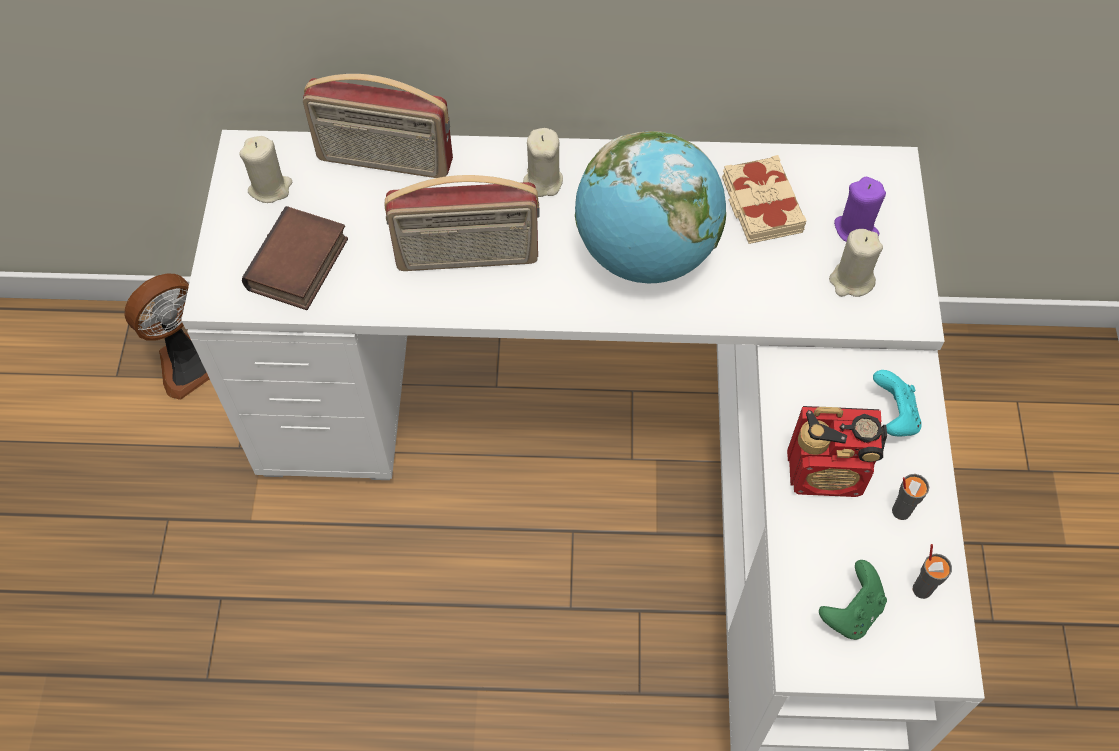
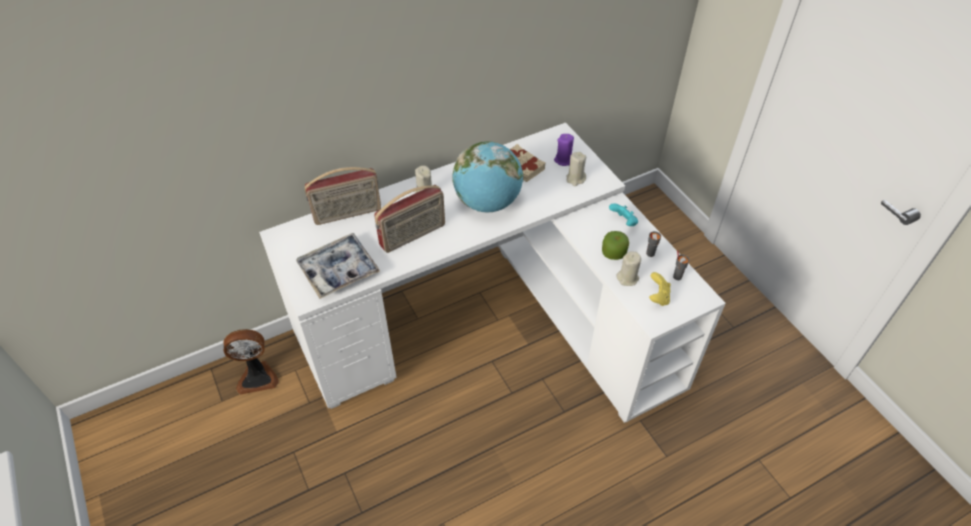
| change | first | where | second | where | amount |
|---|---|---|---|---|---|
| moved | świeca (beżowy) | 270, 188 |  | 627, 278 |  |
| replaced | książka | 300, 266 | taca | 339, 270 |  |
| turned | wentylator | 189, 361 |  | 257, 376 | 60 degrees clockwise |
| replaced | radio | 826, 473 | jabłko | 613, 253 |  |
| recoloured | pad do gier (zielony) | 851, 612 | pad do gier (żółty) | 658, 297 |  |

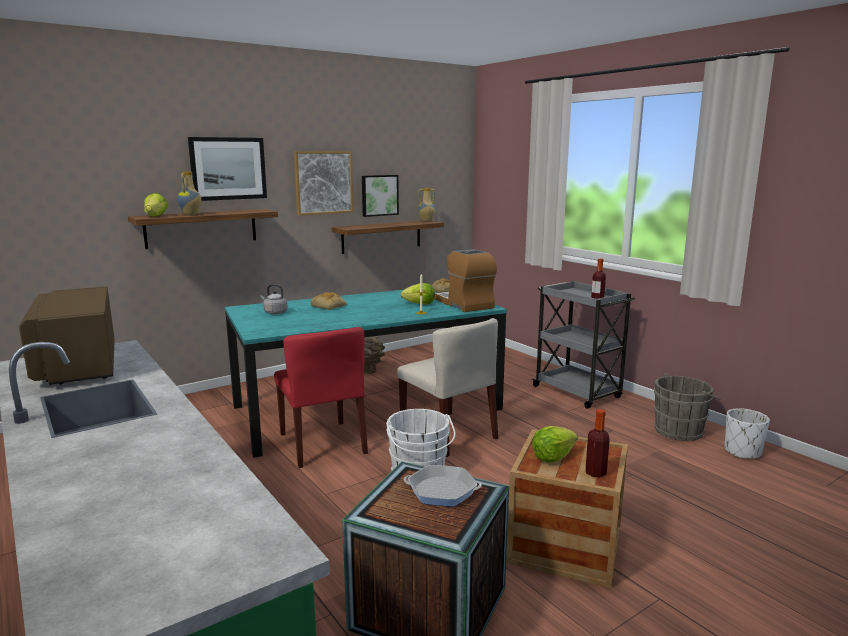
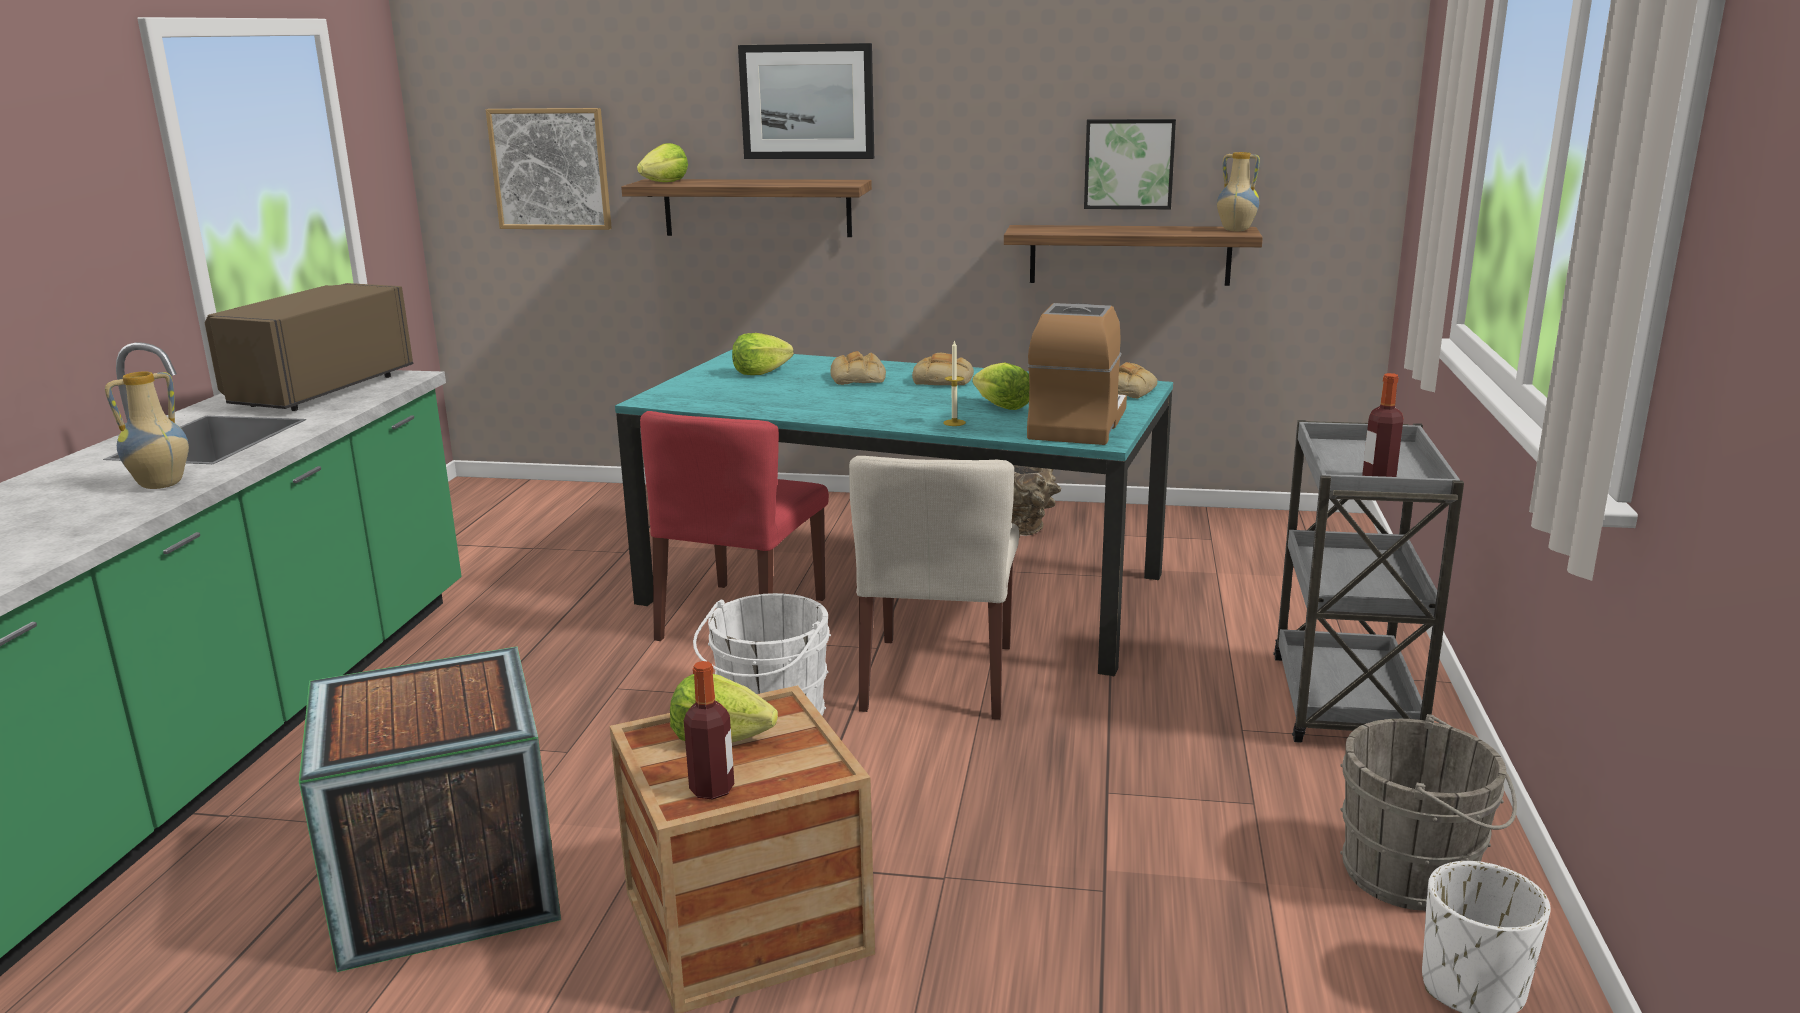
| change | first | where | second | where | amount |
|---|---|---|---|---|---|
| moved | obraz | 323, 182 |  | 550, 169 |  |
| moved | wazon | 191, 214 |  | 161, 485 |  |
| replaced | czajnik (szary) | 274, 312 | sałata | 760, 372 |  |
| removed | patelnia | 442, 491 |  |  |  |
| added |  |  | chleb | 944, 380 |  |

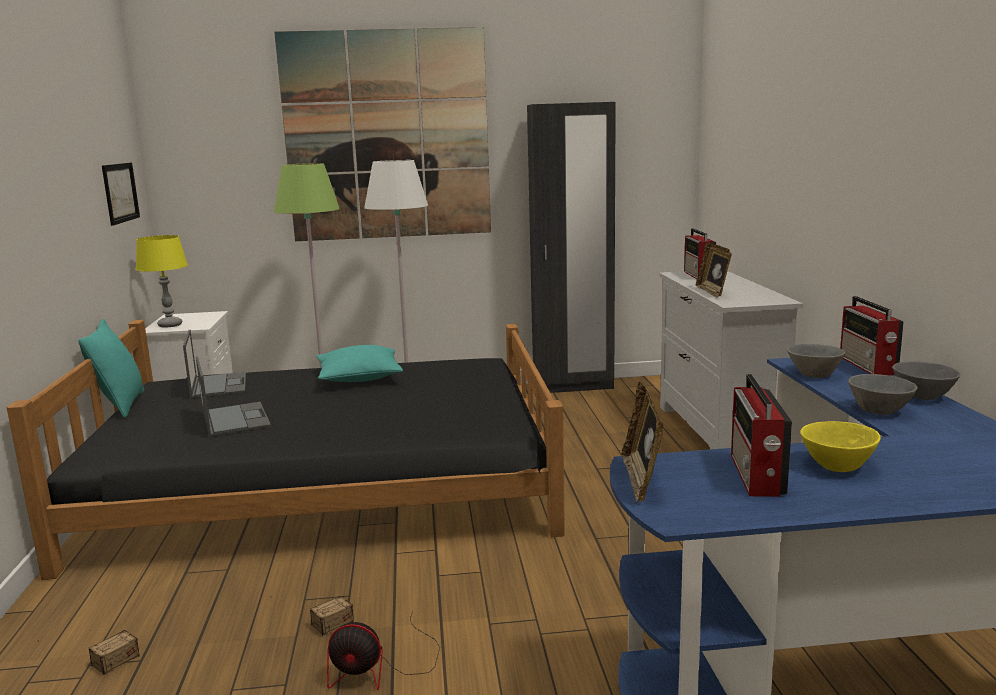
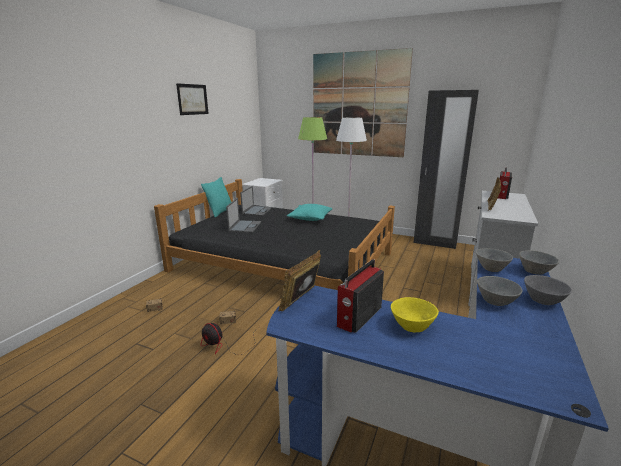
| change | first | where | second | where | amount |
|---|---|---|---|---|---|
| moved | obraz | 120, 192 |  | 192, 99 |  |
| removed | lampa stołowa (żółty) | 170, 325 |  |  |  |
| replaced | radio | 868, 366 | miska (szary) | 536, 272 |  |

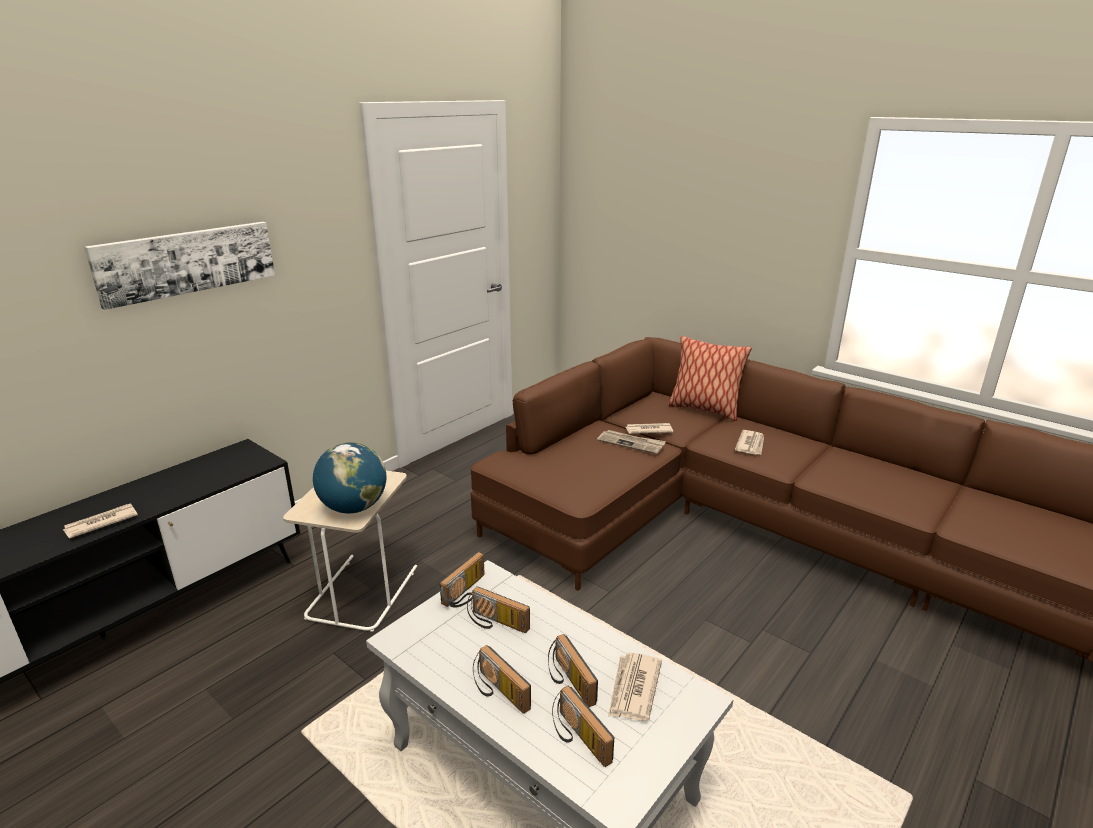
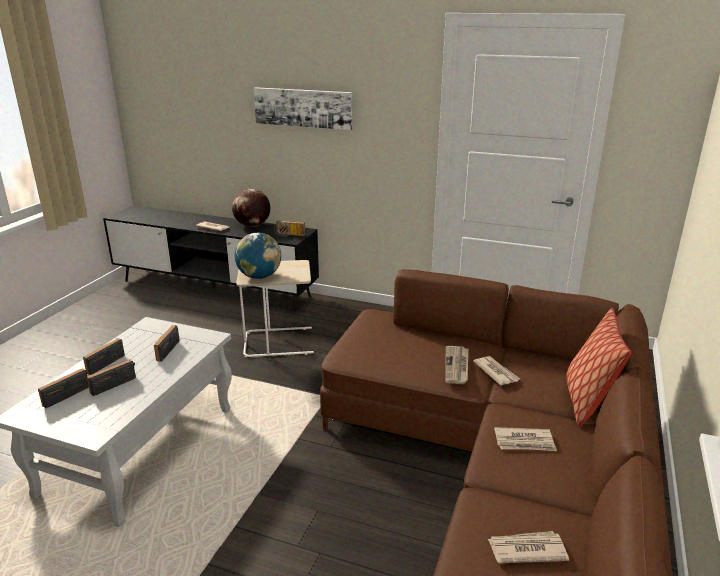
| change | first | where | second | where | amount |
|---|---|---|---|---|---|
| moved | radio | 466, 592 |  | 289, 235 |  |
| moved | gazeta | 633, 689 |  | 526, 549 |  |
| added |  |  | globus | 252, 226 |  |

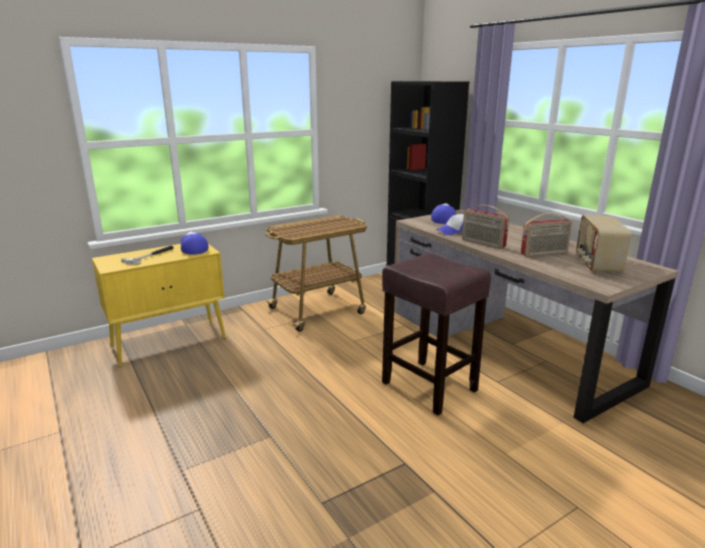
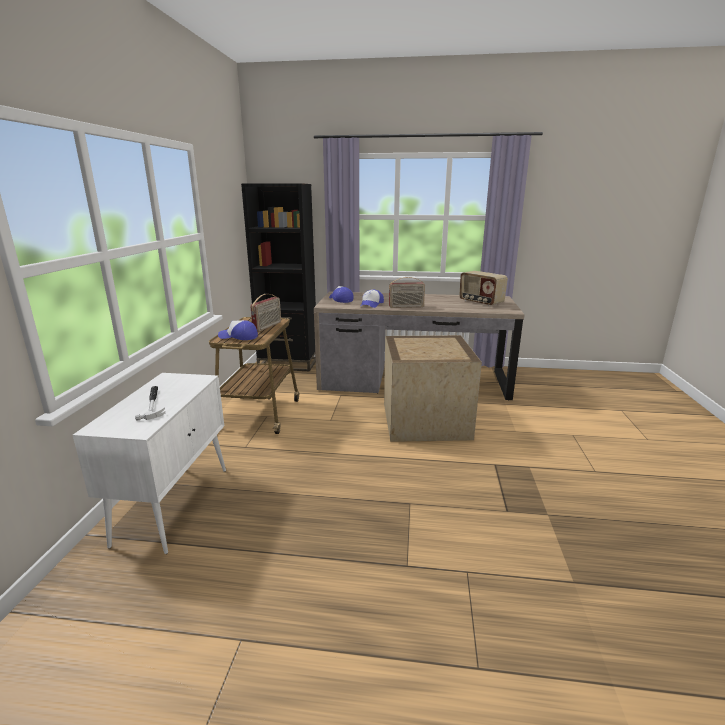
| change | first | where | second | where | amount |
|---|---|---|---|---|---|
| moved | radio | 544, 254 |  | 267, 326 |  |
| moved | czapka z daszkiem | 193, 249 |  | 238, 337 |  |
| recoloured | szafka (żółty) | 170, 342 | szafka (biały) | 174, 504 |  |
| replaced | stołek (brązowy) | 427, 386 | skrzynka | 424, 421 |  |

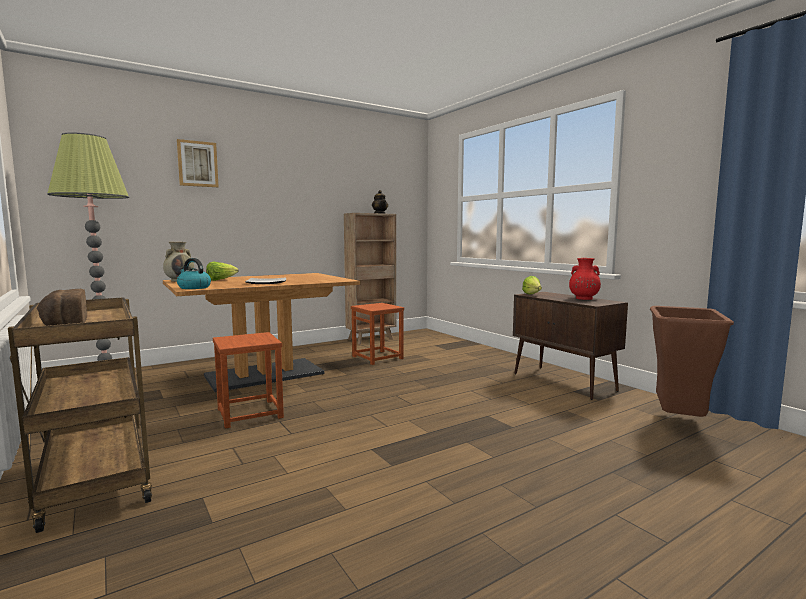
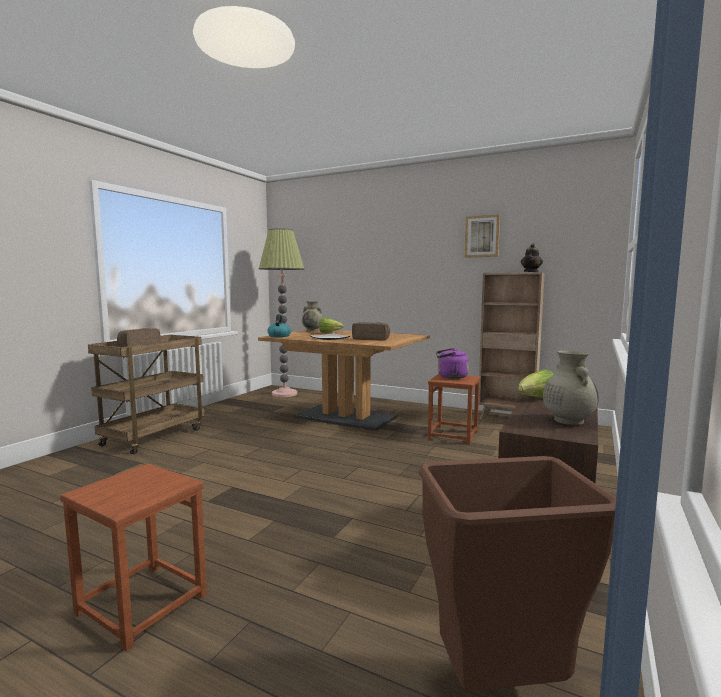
| change | first | where | second | where | amount |
|---|---|---|---|---|---|
| moved | obraz | 197, 164 |  | 482, 236 |  |
| recoloured | wazon (czerwony) | 583, 298 | wazon (beżowy) | 568, 420 |  |
| moved | stołek (brązowy) | 249, 413 |  | 141, 604 |  |
| added |  |  | chleb | 371, 339 |  |
| added |  |  | czajnik (fioletowy) | 450, 377 |  |

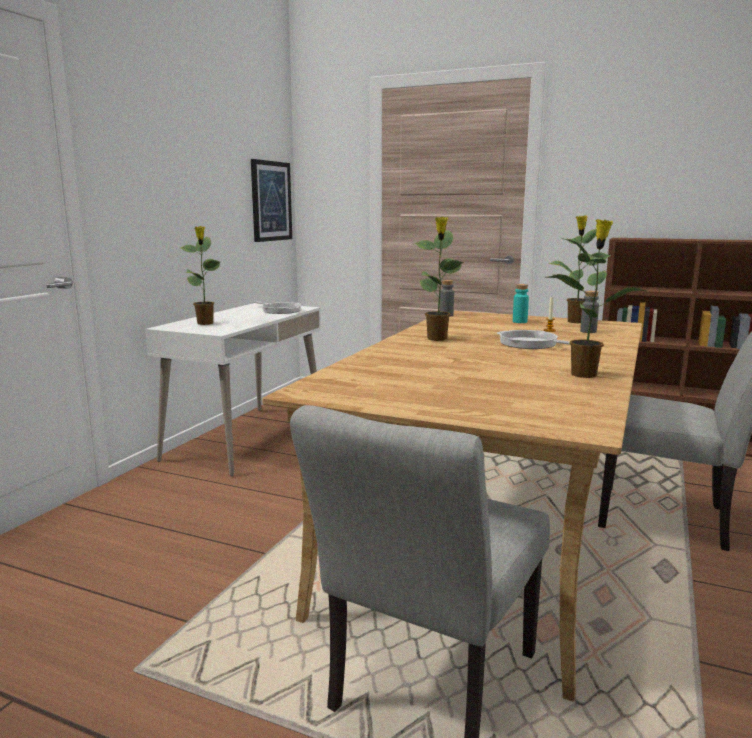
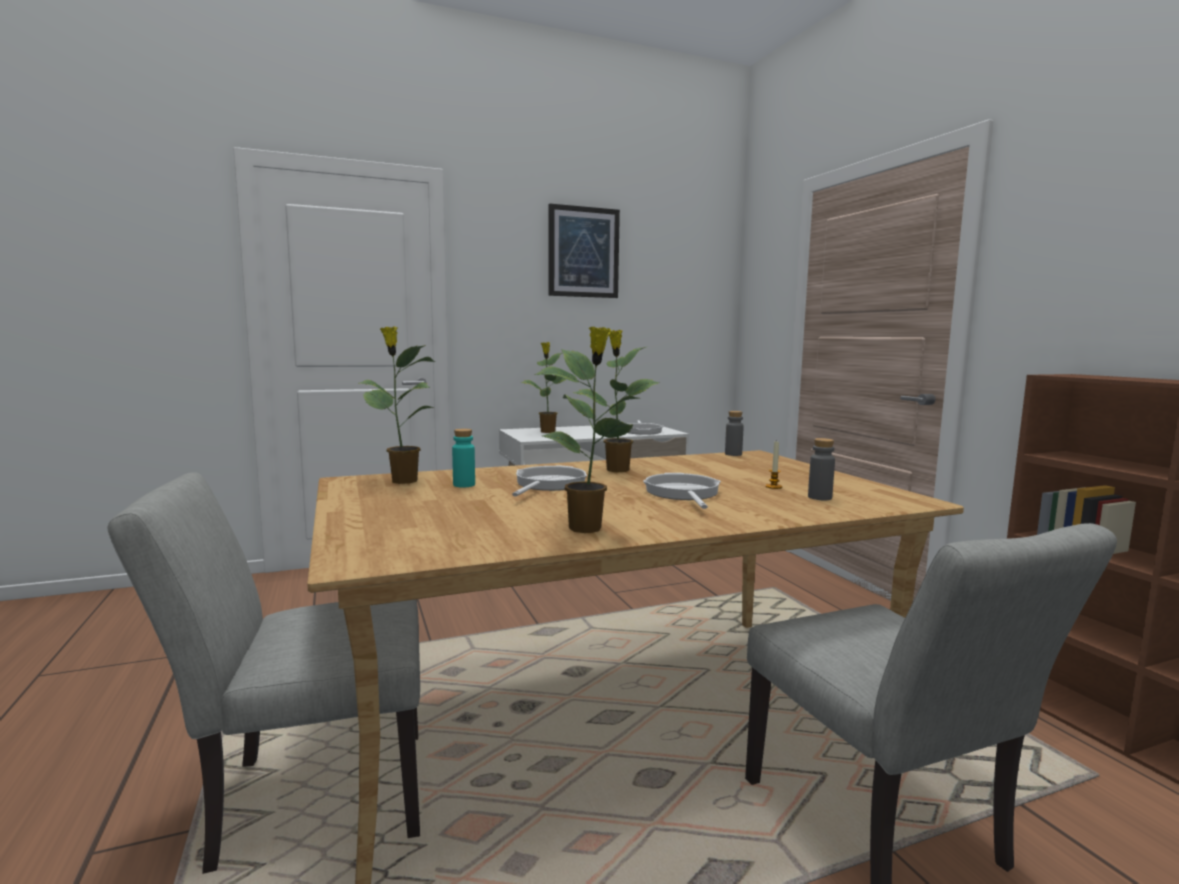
| change | first | where | second | where | amount |
|---|---|---|---|---|---|
| moved | obraz | 271, 201 |  | 583, 252 |  |
| moved | roślina doniczkowa | 575, 322 |  | 402, 481 |  |
| moved | butelka (turkusowy) | 519, 322 |  | 464, 485 |  |
| added |  |  | patelnia | 548, 484 |  |

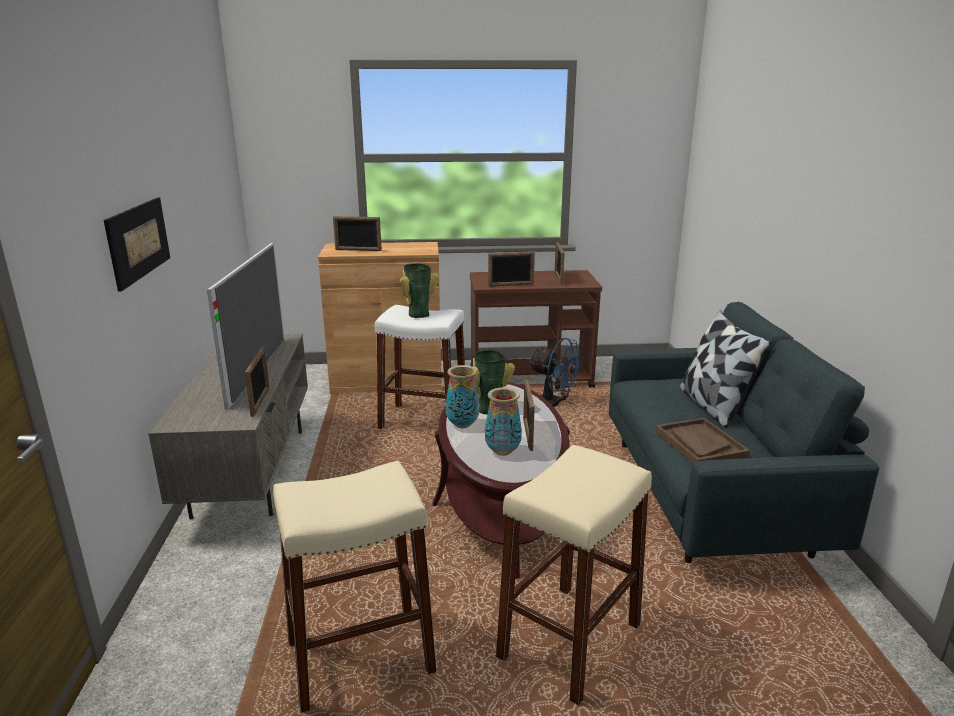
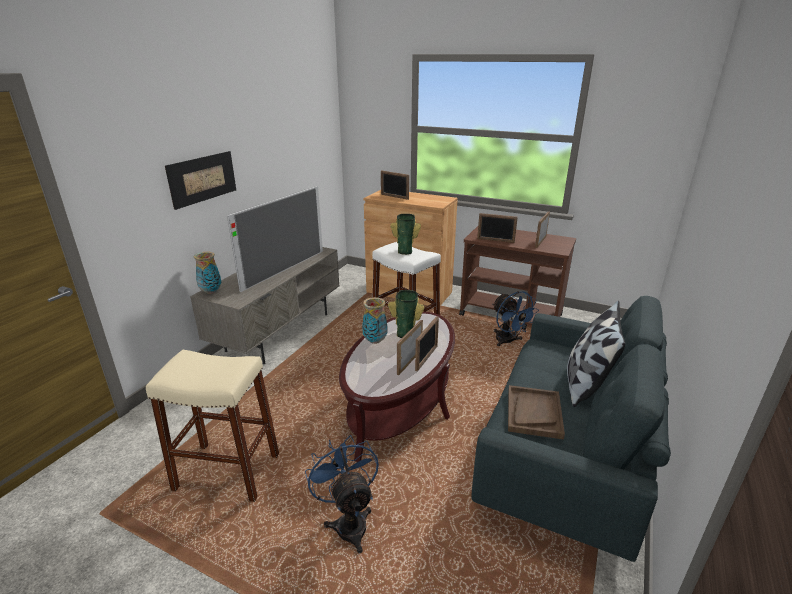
| change | first | where | second | where | amount |
|---|---|---|---|---|---|
| moved | ramka na zdjęcie | 260, 402 |  | 426, 358 |  |
| moved | wazon | 503, 452 |  | 211, 292 |  |
| replaced | stołek (beżowy) | 569, 641 | wentylator (niebieski) | 349, 522 |  |

